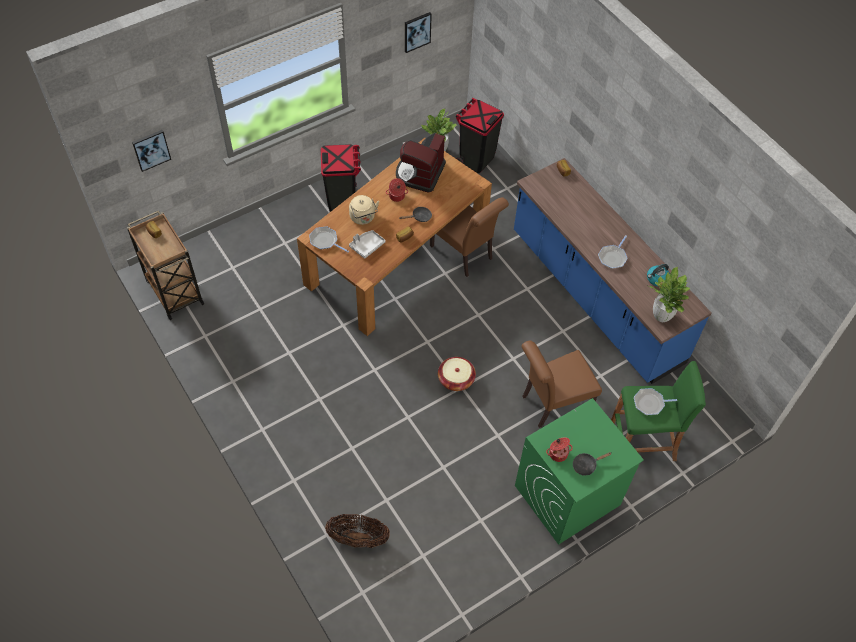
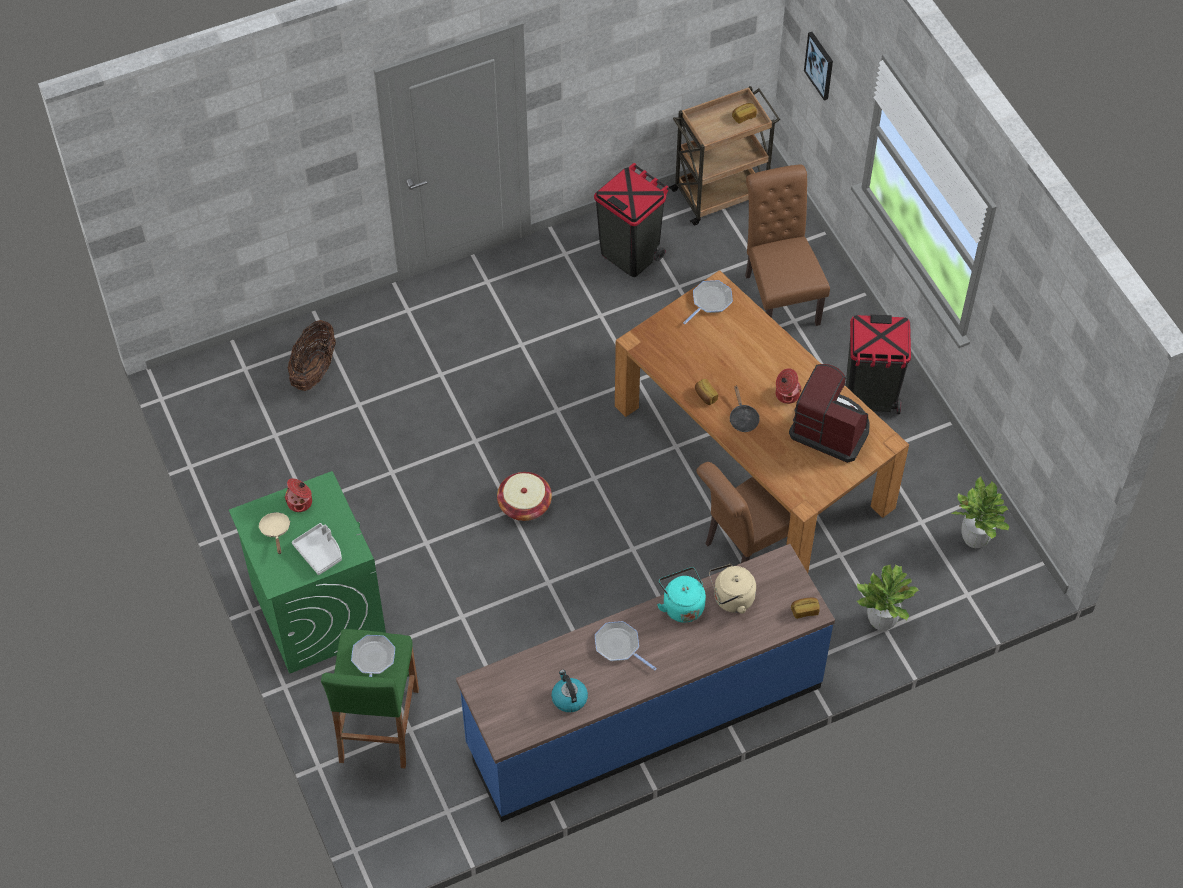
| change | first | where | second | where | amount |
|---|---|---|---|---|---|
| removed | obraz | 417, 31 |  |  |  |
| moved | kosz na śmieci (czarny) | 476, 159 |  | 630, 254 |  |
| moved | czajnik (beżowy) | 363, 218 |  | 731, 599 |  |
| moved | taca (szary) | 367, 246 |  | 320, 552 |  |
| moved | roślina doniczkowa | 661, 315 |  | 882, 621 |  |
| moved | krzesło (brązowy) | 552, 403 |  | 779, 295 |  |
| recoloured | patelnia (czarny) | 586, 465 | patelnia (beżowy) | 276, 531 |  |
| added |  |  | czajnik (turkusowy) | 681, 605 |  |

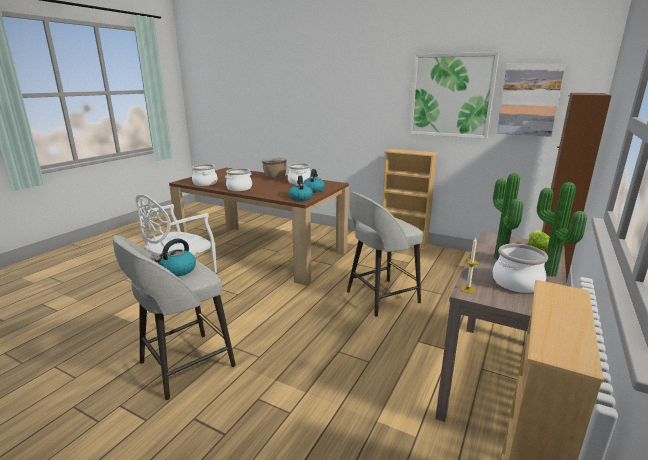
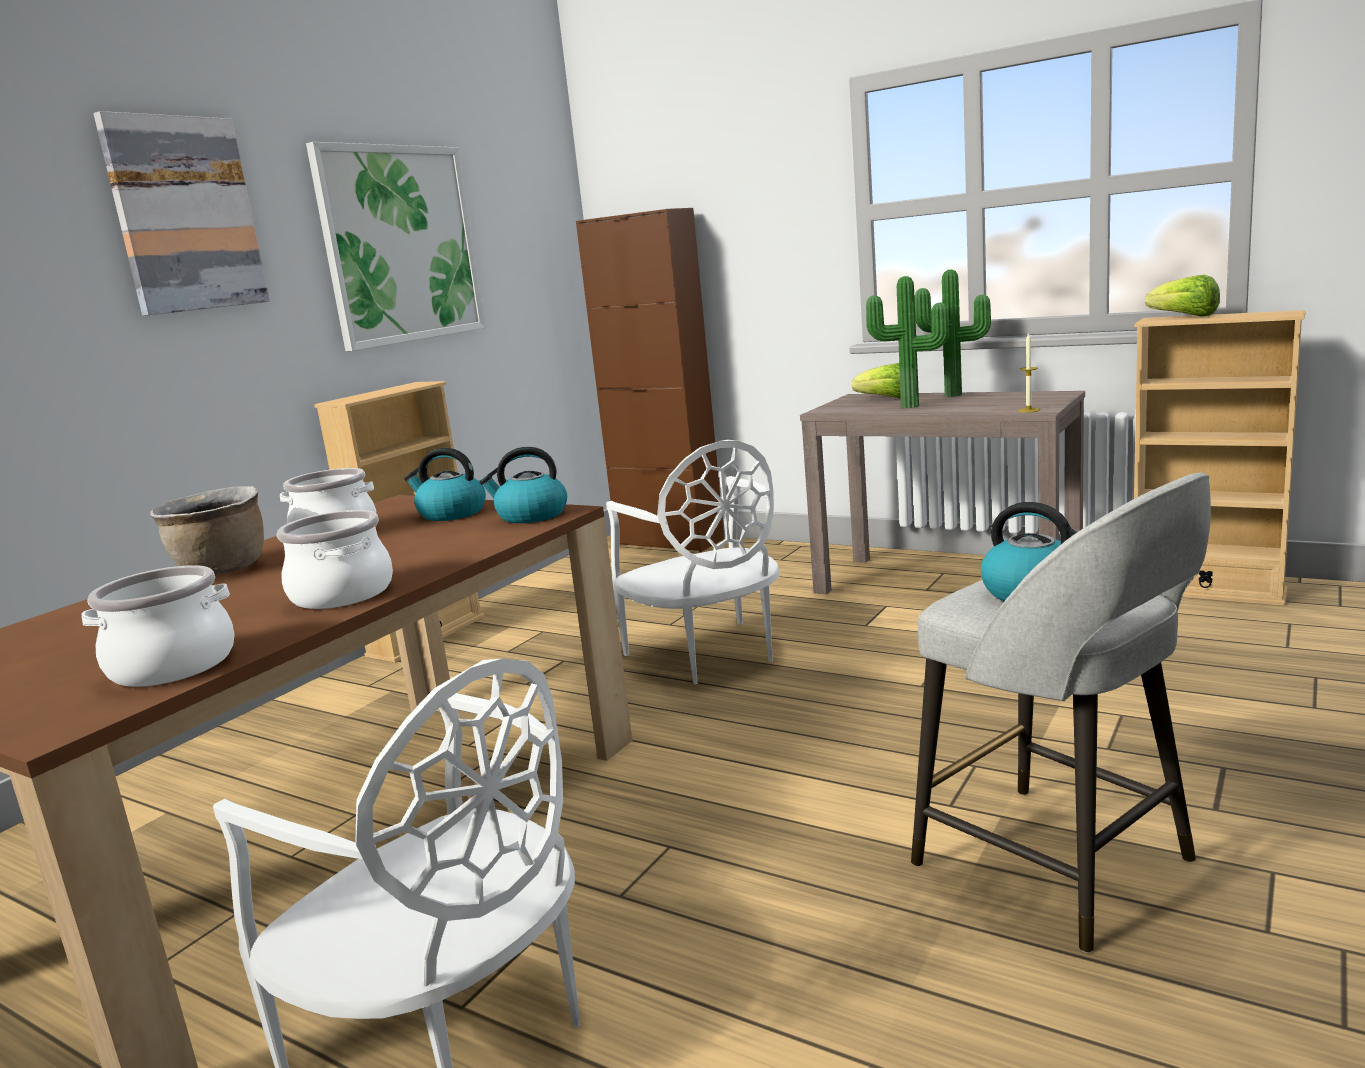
| change | first | where | second | where | amount |
|---|---|---|---|---|---|
| moved | obraz | 529, 100 |  | 185, 215 |  |
| replaced | stołek (szary) | 380, 297 | krzesło (biały) | 708, 655 |  |
| removed | garnek | 516, 283 |  |  |  |
| added |  |  | sałata | 1185, 317 |  |

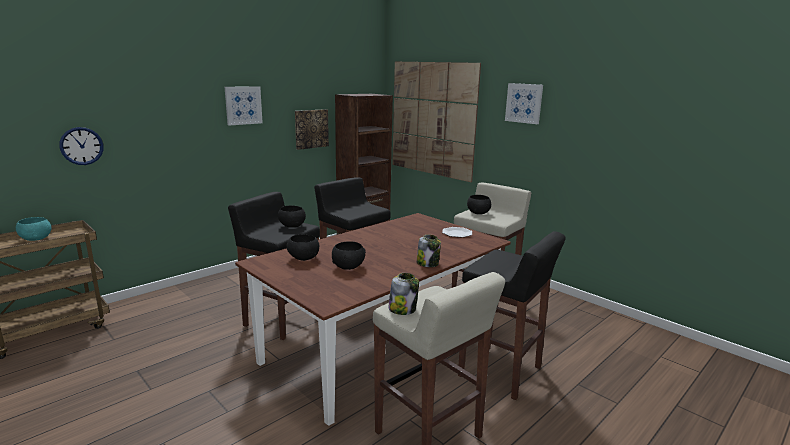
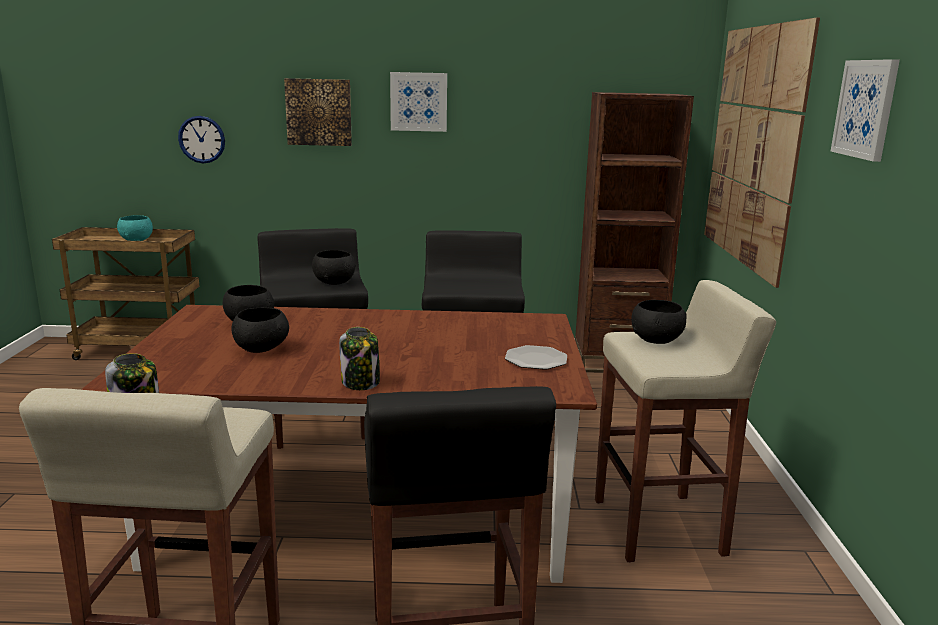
| change | first | where | second | where | amount |
|---|---|---|---|---|---|
| moved | obraz | 311, 129 |  | 319, 112 |  |

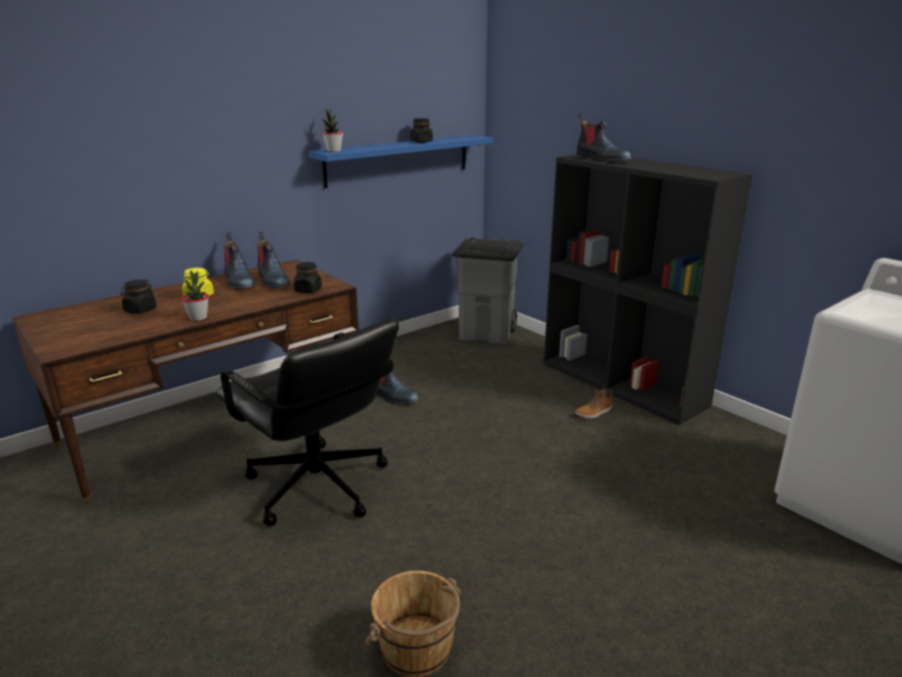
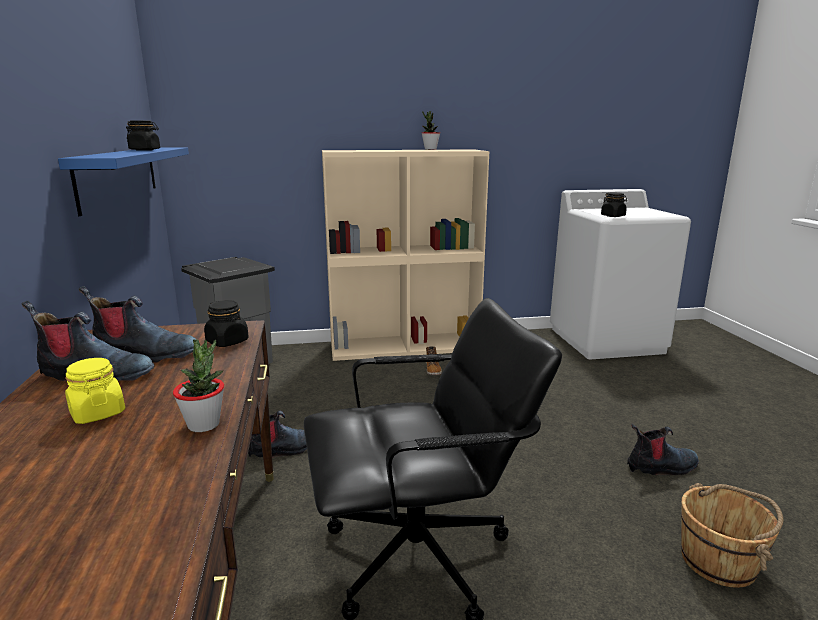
| change | first | where | second | where | amount |
|---|---|---|---|---|---|
| moved | roślina doniczkowa | 333, 151 |  | 430, 149 |  |
| moved | but z cholewką | 600, 159 |  | 661, 467 |  |
| recoloured | regał (czarny) | 623, 384 | regał (beżowy) | 405, 346 |  |
| moved | słoik (czarny) | 140, 310 |  | 613, 216 |  |

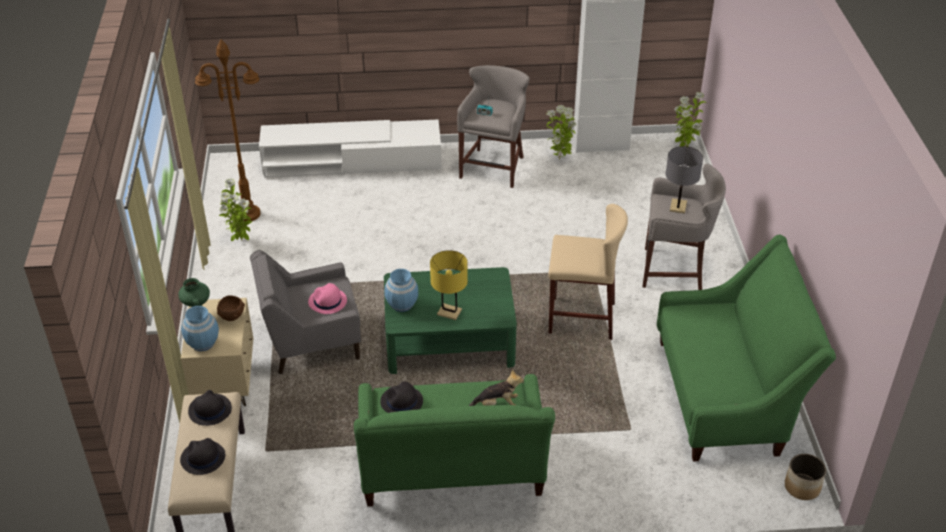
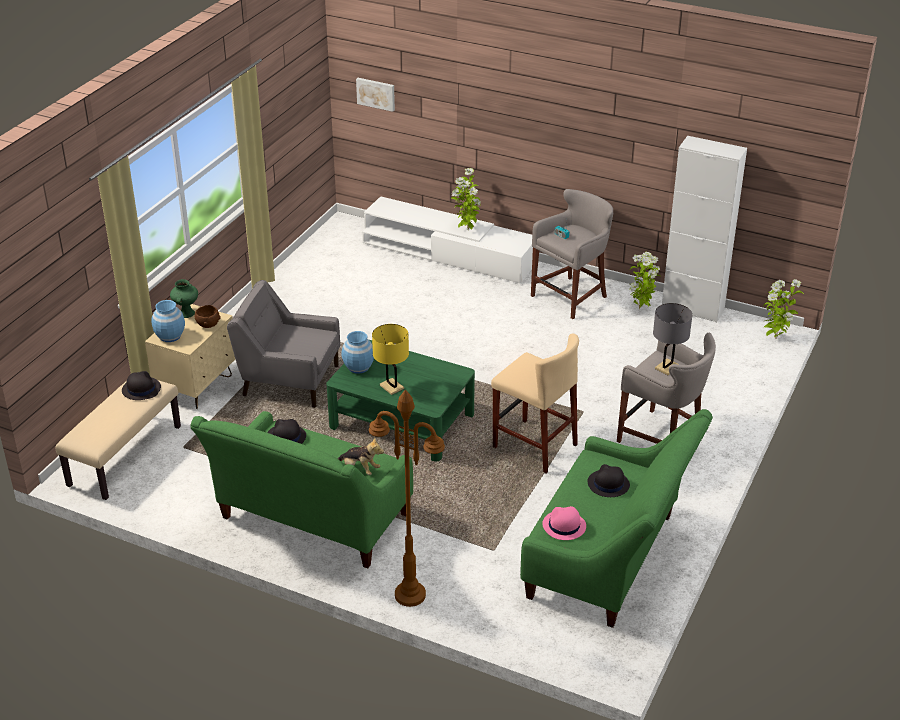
| change | first | where | second | where | amount |
|---|---|---|---|---|---|
| moved | lampa stojąca (brązowy) | 248, 214 |  | 409, 595 |  |
| moved | roślina doniczkowa | 240, 241 |  | 467, 230 |  |
| moved | kapelusz (różowy) | 327, 302 |  | 564, 526 |  |
| moved | kapelusz (czarny) | 202, 458 |  | 608, 484 |  |
| removed | donica | 802, 487 |  |  |  |
| added |  |  | obraz | 376, 93 |  |

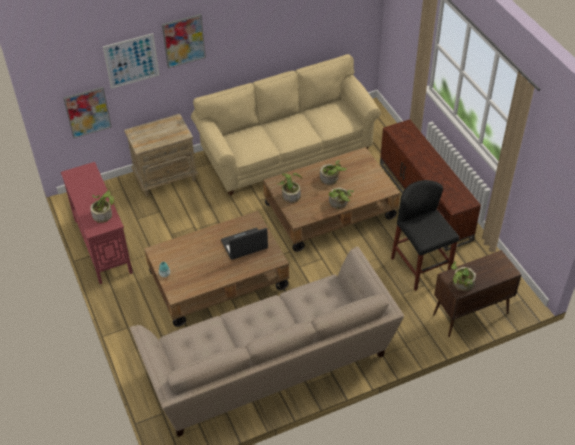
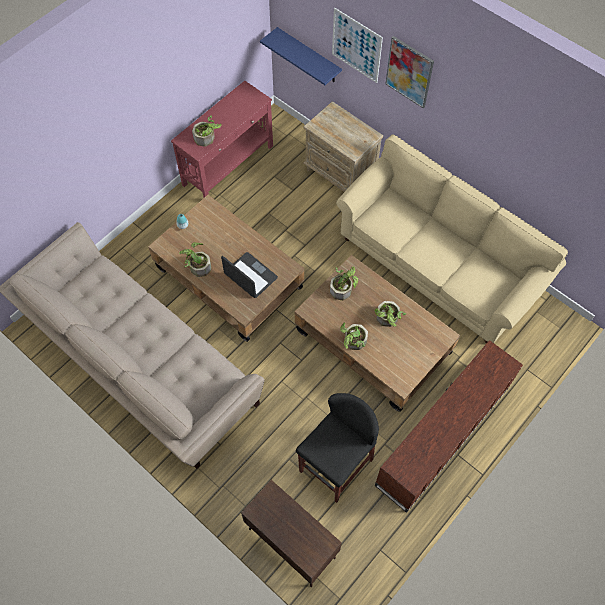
| change | first | where | second | where | amount |
|---|---|---|---|---|---|
| replaced | obraz | 87, 112 | półka (niebieski) | 309, 56 |  |
| moved | roślina doniczkowa | 461, 284 |  | 198, 266 |  |

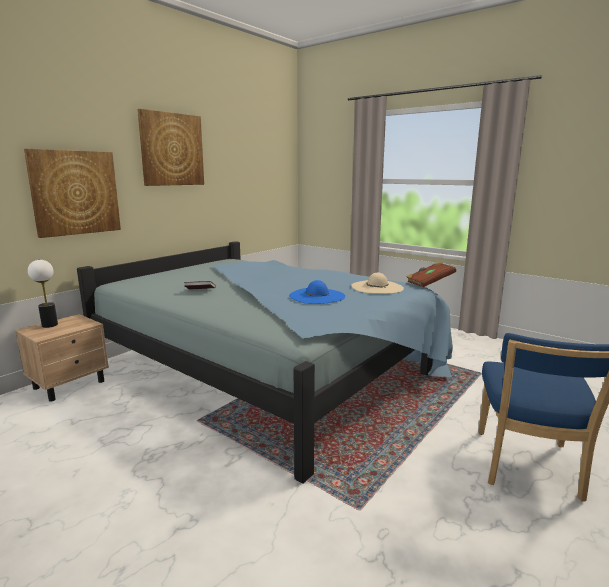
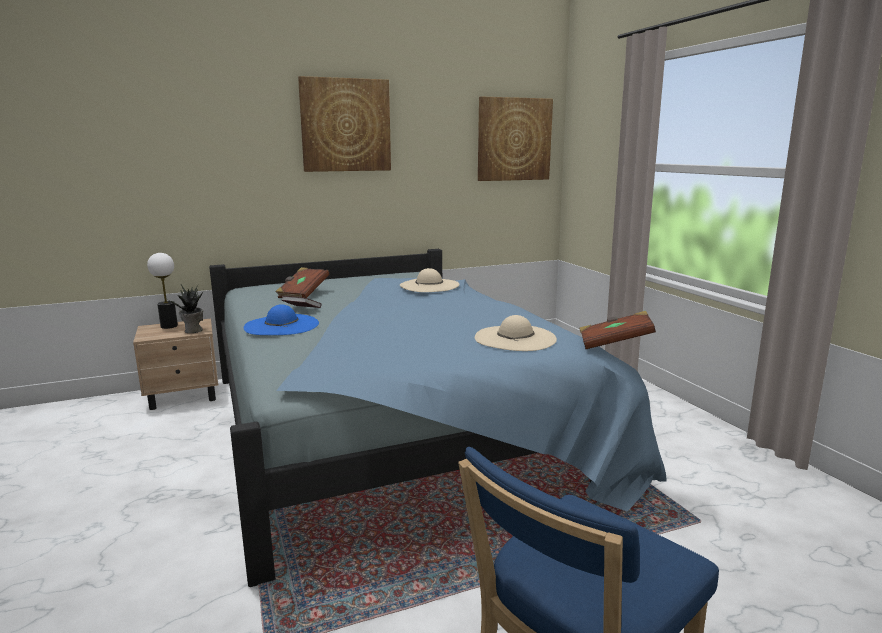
| change | first | where | second | where | amount |
|---|---|---|---|---|---|
| moved | obraz | 75, 192 |  | 514, 139 |  |
| moved | kapelusz (niebieski) | 317, 296 |  | 281, 325 |  |
| added |  |  | książka (brązowy) | 303, 294 |  |
| added |  |  | kapelusz (beżowy) | 429, 285 |  |
| added |  |  | roślina doniczkowa | 193, 331 |  |

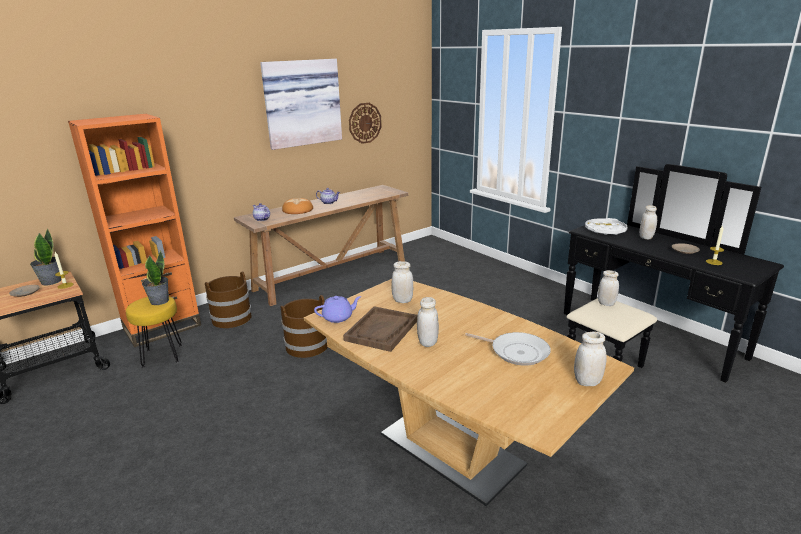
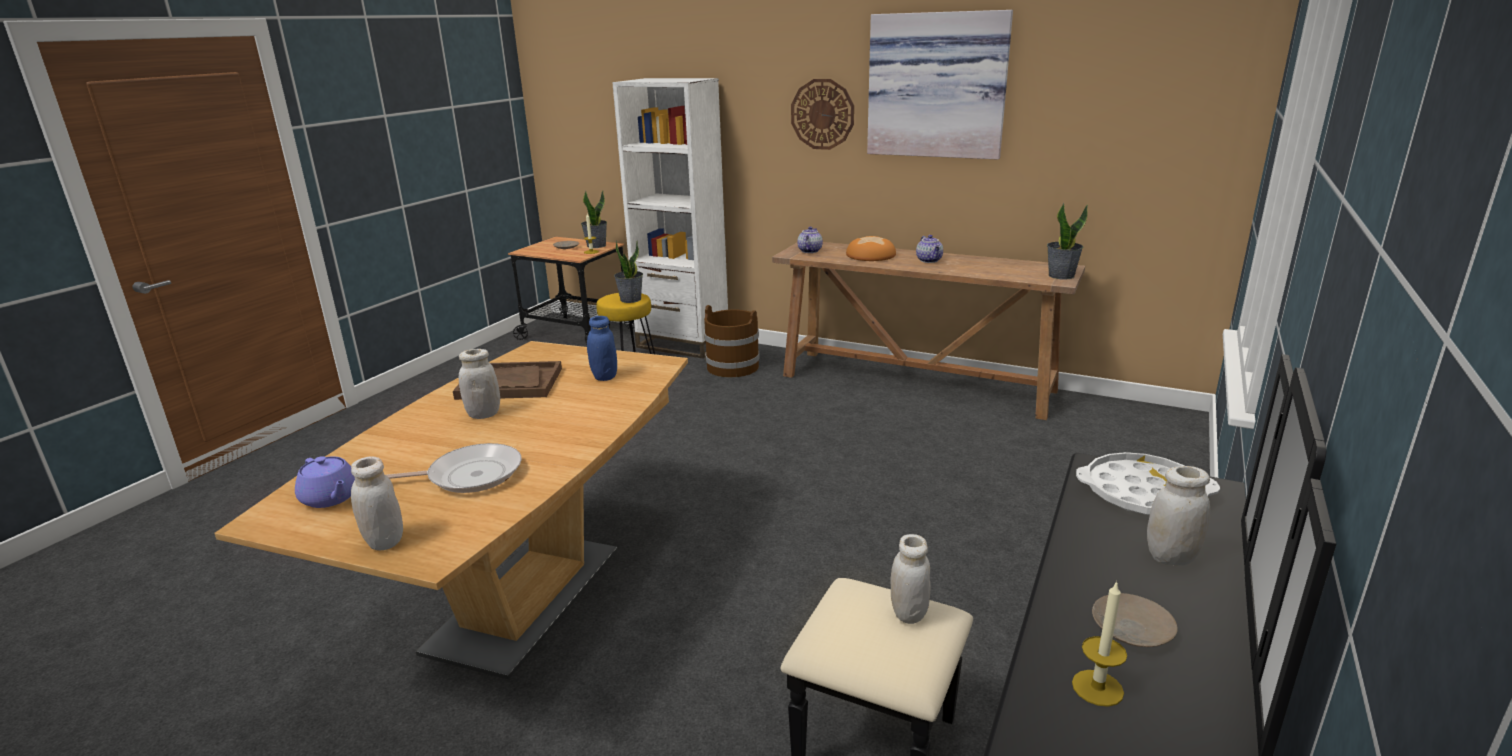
| change | first | where | second | where | amount |
|---|---|---|---|---|---|
| moved | zegar ścienny | 365, 123 |  | 822, 114 |  |
| recoloured | regał (pomarańczowy) | 162, 327 | regał (biały) | 683, 344 |  |
| recoloured | słoik (biały) | 402, 300 | słoik (niebieski) | 604, 376 |  |
| removed | wiadro (brązowy) | 307, 345 |  |  |  |
| moved | imbryk (fioletowy) | 338, 317 |  | 331, 498 |  |
| turned | patelnia | 516, 352 |  | 470, 475 | 105 degrees counterclockwise |
| added |  |  | roślina doniczkowa | 1061, 275 |  |

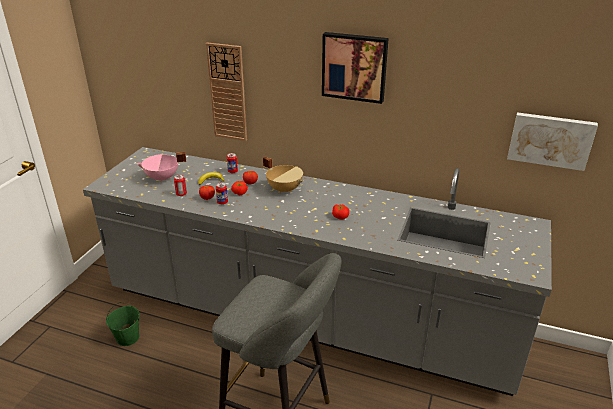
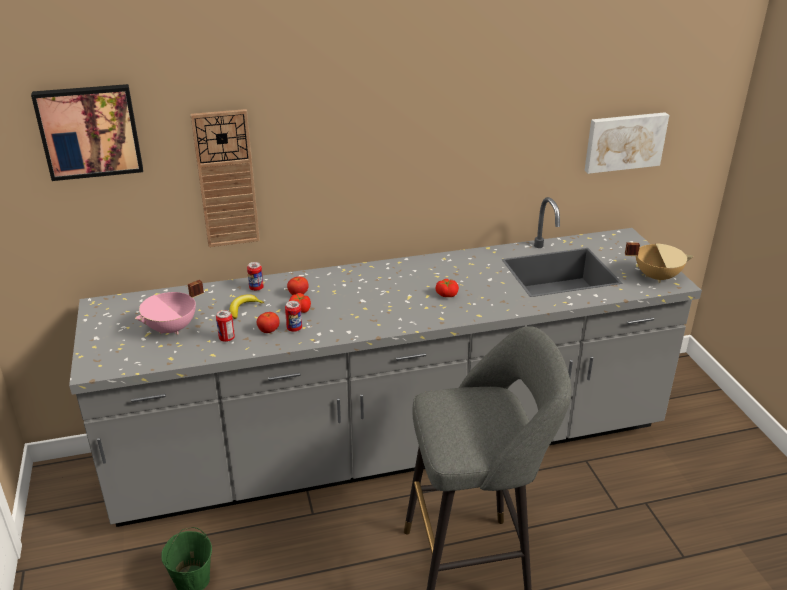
| change | first | where | second | where | amount |
|---|---|---|---|---|---|
| moved | obraz | 354, 67 |  | 89, 131 |  |
| moved | garnek (beżowy) | 285, 189 |  | 656, 276 |  |

